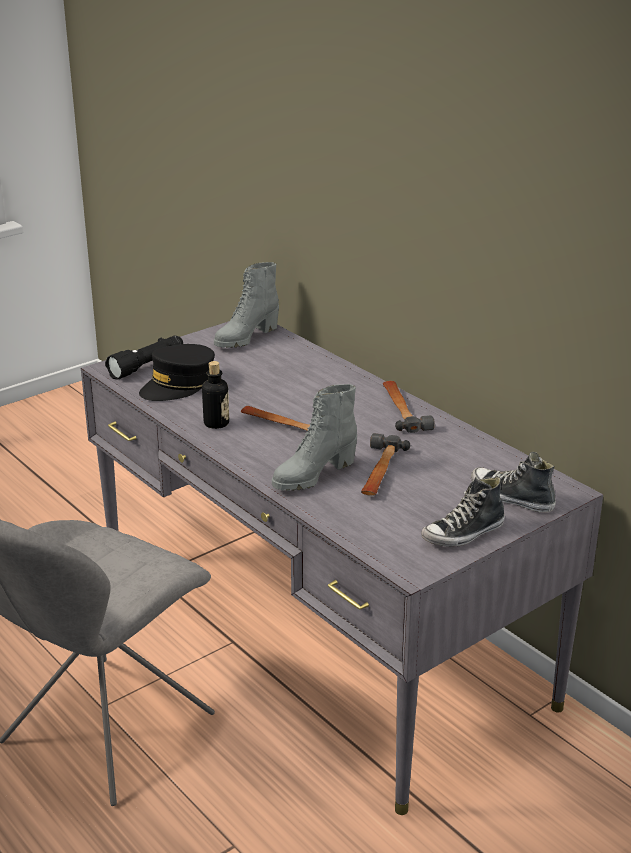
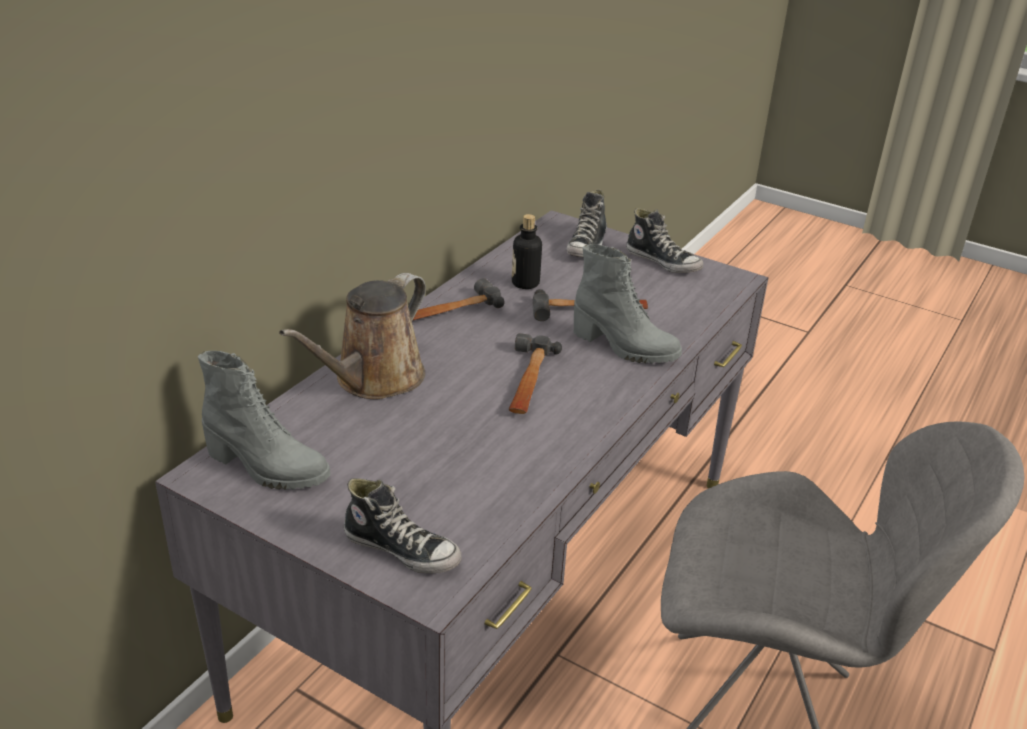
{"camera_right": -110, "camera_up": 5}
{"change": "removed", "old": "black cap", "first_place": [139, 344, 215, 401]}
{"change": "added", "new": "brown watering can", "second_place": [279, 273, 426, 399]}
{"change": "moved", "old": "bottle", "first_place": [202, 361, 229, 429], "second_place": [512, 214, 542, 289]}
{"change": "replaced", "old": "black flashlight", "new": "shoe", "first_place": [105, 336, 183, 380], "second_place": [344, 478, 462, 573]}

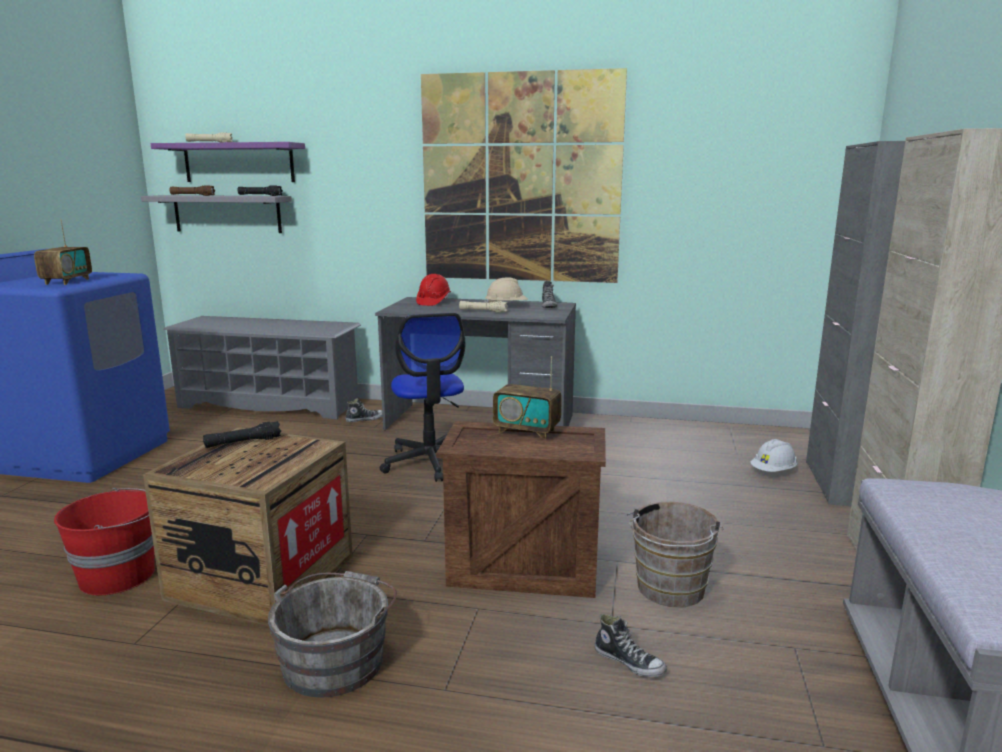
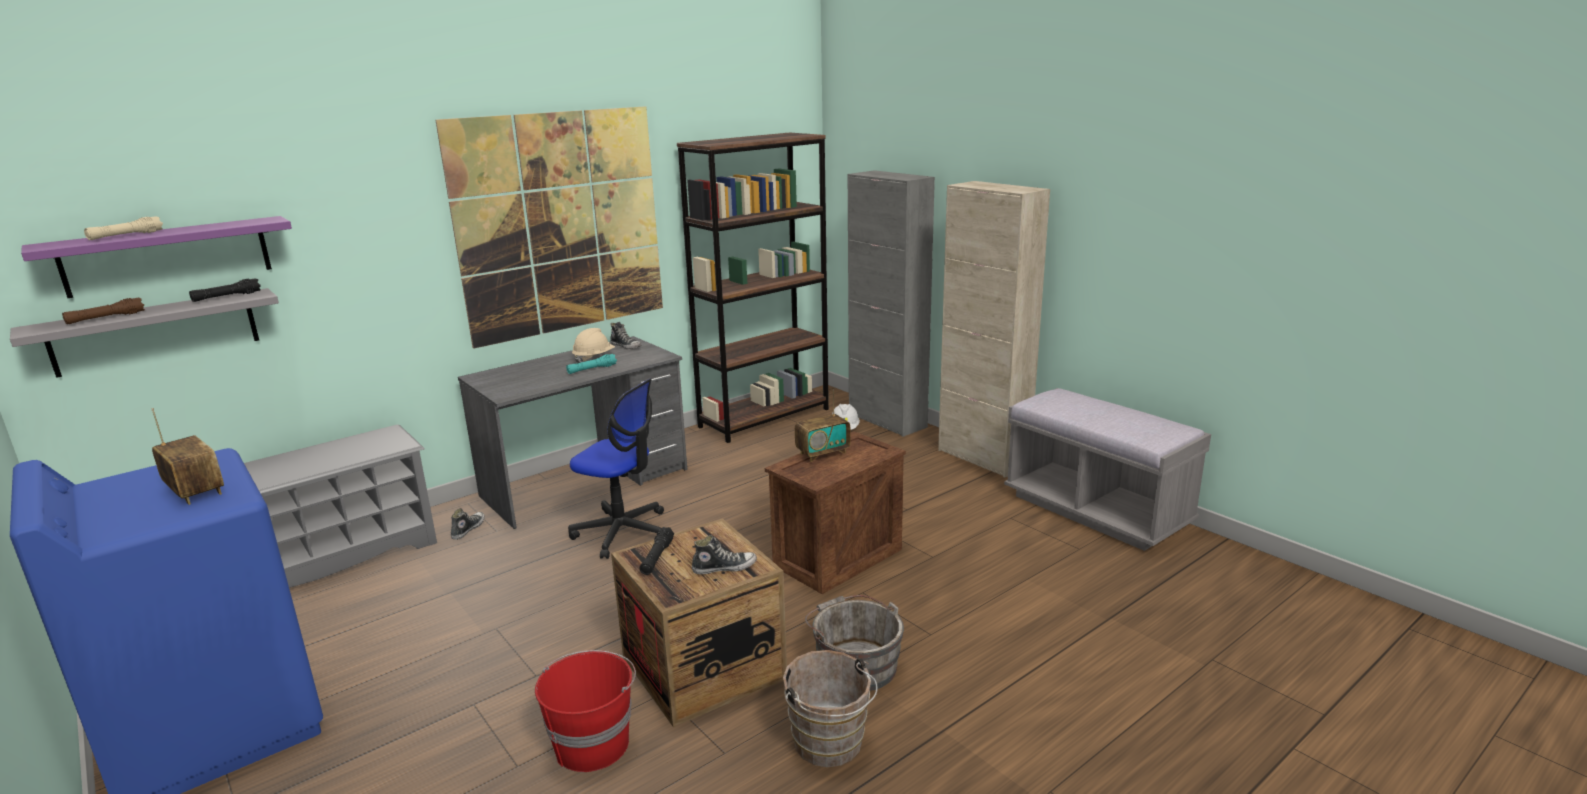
{"camera_right": -50, "camera_up": 5}
{"change": "removed", "old": "red hard hat", "first_place": [416, 274, 451, 306]}
{"change": "added", "new": "brown bookcase", "second_place": [677, 133, 829, 443]}
{"change": "moved", "old": "shoe", "first_place": [595, 614, 667, 677], "second_place": [692, 535, 757, 575]}
{"change": "moved", "old": "brown bucket", "first_place": [627, 502, 723, 607], "second_place": [783, 650, 878, 767]}
{"change": "recoloured", "old": "beige flashlight", "new": "turquoise flashlight", "first_place": [459, 301, 508, 313], "second_place": [566, 354, 617, 374]}

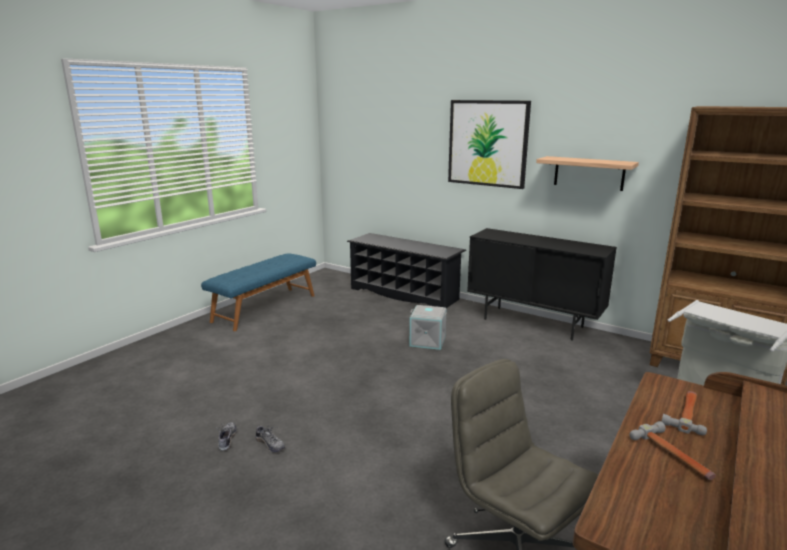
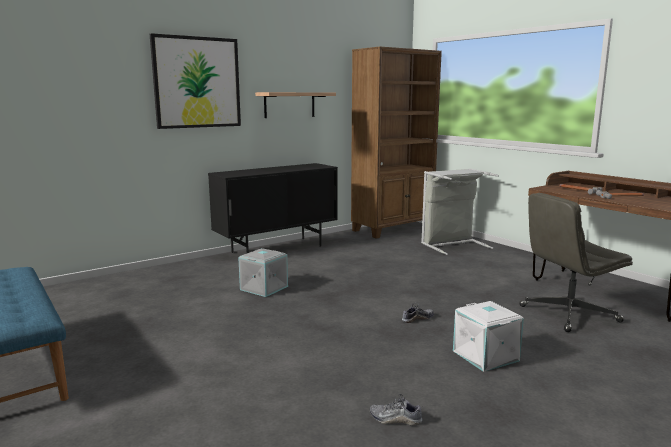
{"camera_right": -70, "camera_up": -5}
{"change": "removed", "old": "black shoe rack", "first_place": [347, 233, 466, 308]}
{"change": "added", "new": "white storage box", "second_place": [453, 301, 524, 372]}
{"change": "moved", "old": "shoe", "first_place": [255, 425, 285, 452], "second_place": [402, 302, 434, 323]}

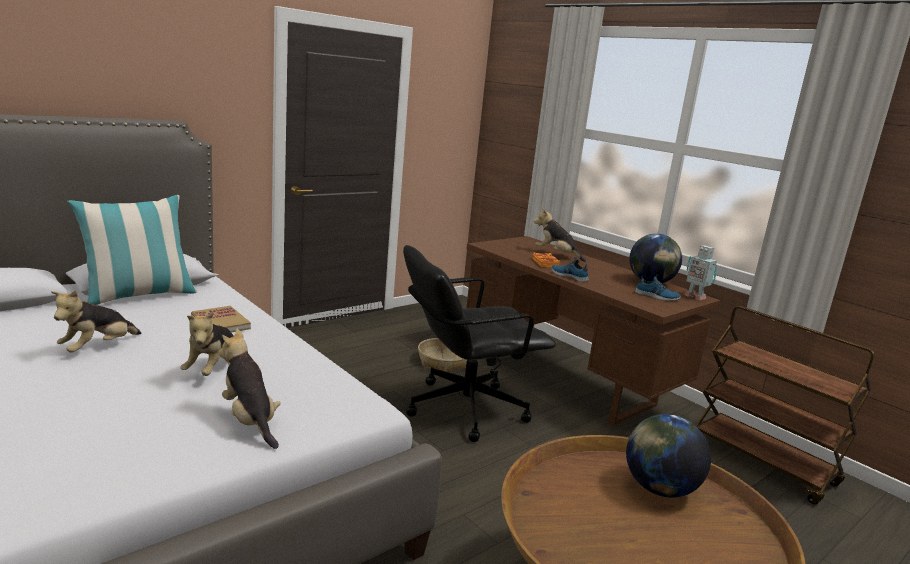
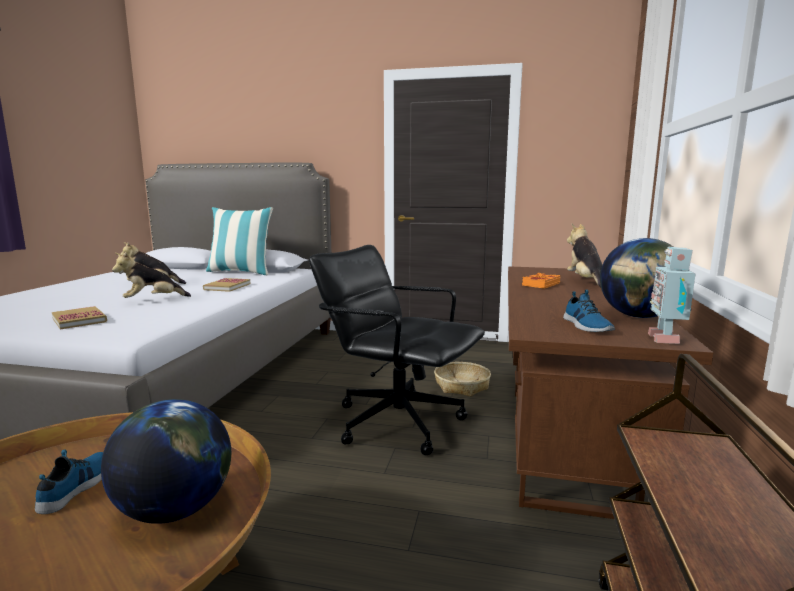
{"camera_right": 55, "camera_up": -5}
{"change": "moved", "old": "shoe", "first_place": [551, 257, 589, 282], "second_place": [35, 450, 103, 514]}
{"change": "replaced", "old": "plush toy", "new": "book", "first_place": [219, 329, 281, 449], "second_place": [52, 306, 107, 329]}

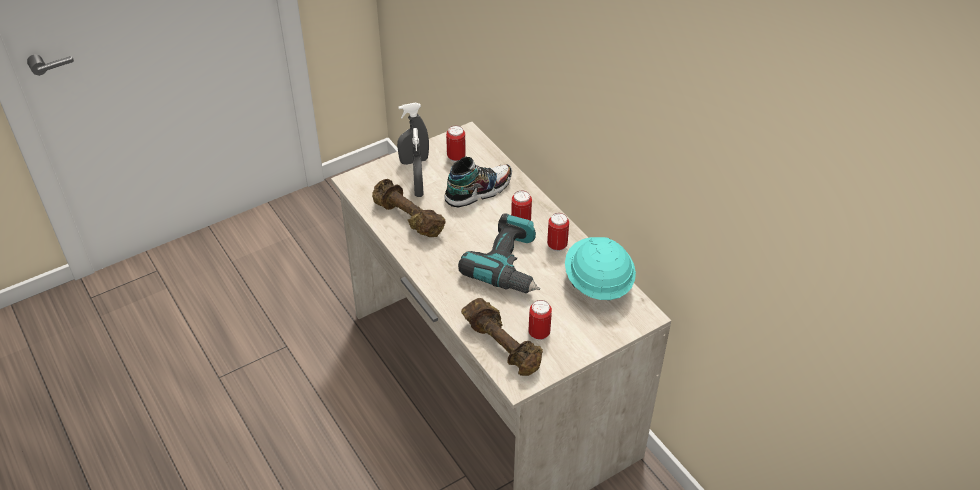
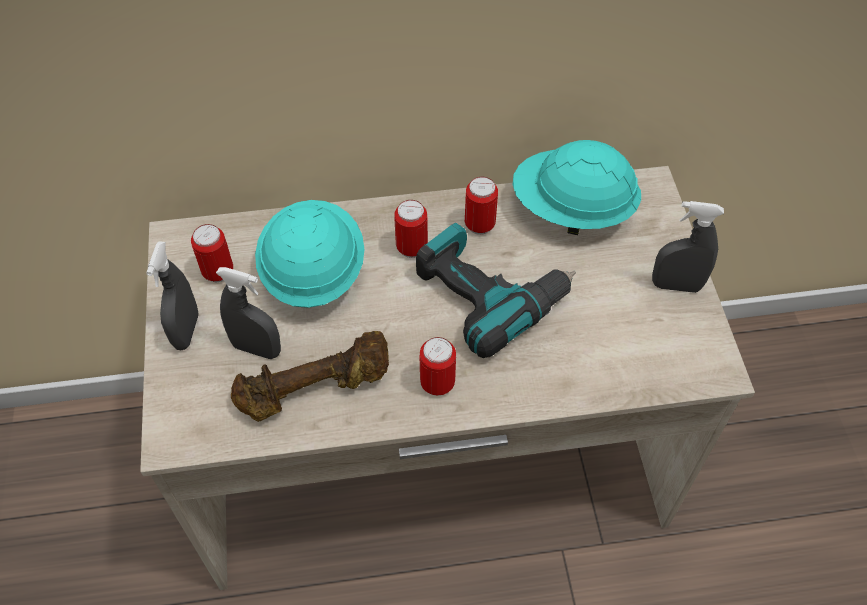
{"camera_right": -65, "camera_up": 10}
{"change": "removed", "old": "brown dumbbell", "first_place": [461, 298, 543, 376]}
{"change": "added", "new": "grey spray bottle", "second_place": [652, 201, 724, 293]}
{"change": "moved", "old": "can", "first_place": [528, 300, 552, 340], "second_place": [420, 337, 456, 396]}
{"change": "replaced", "old": "shoe", "new": "turquoise hard hat", "first_place": [444, 156, 512, 208], "second_place": [255, 200, 364, 308]}

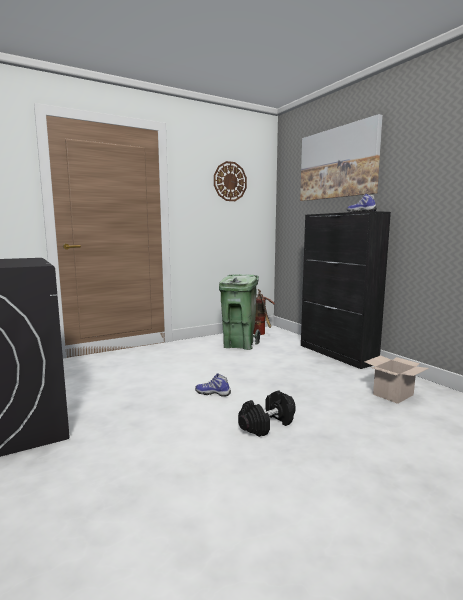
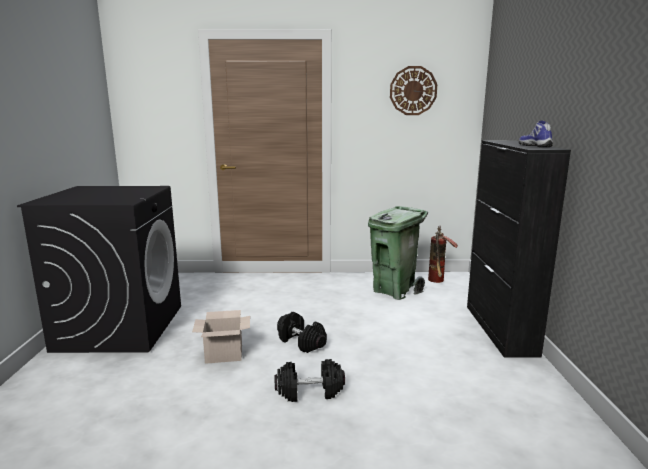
{"camera_right": 30, "camera_up": 5}
{"change": "removed", "old": "picture", "first_place": [300, 114, 383, 201]}
{"change": "moved", "old": "cardboard box", "first_place": [364, 355, 429, 404], "second_place": [192, 310, 250, 364]}
{"change": "replaced", "old": "shoe", "new": "black dumbbell", "first_place": [195, 374, 231, 397], "second_place": [277, 312, 327, 353]}

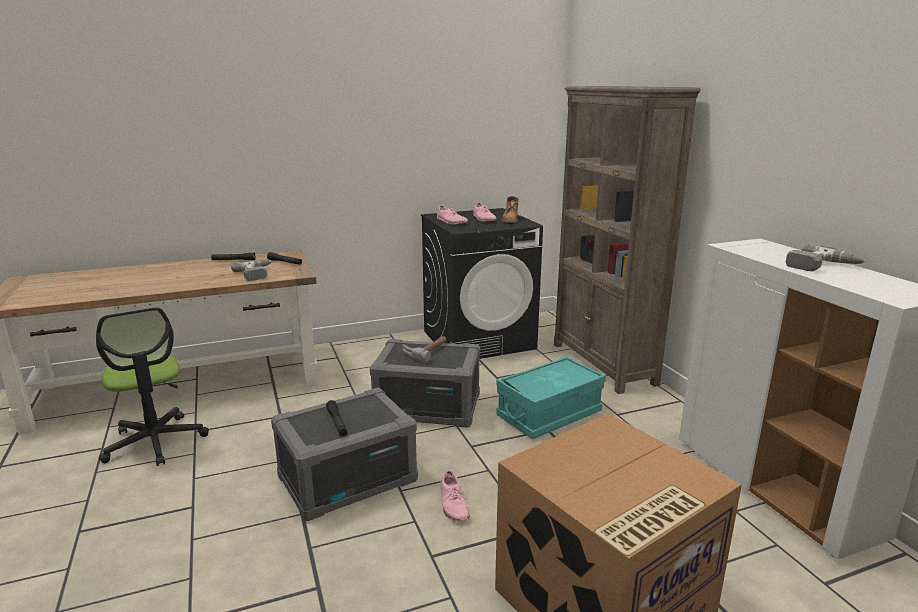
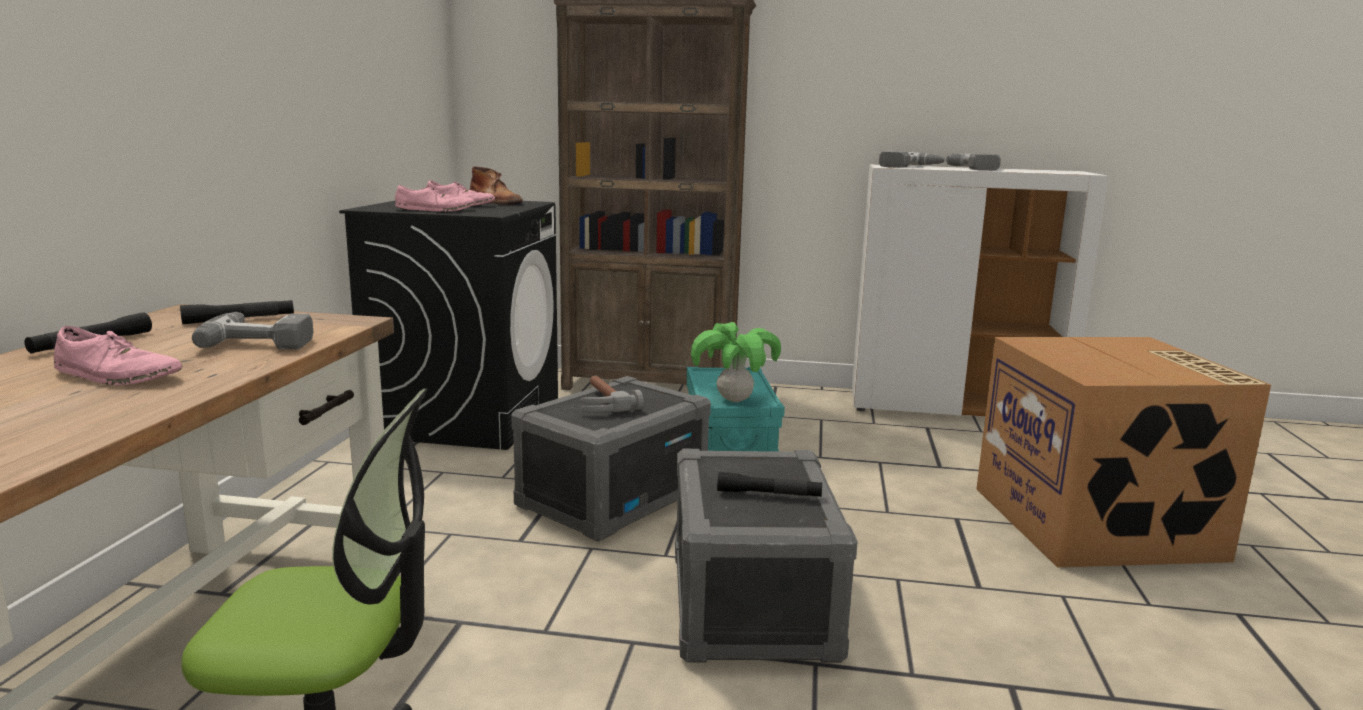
{"camera_right": -60, "camera_up": -5}
{"change": "added", "new": "potted plant", "second_place": [691, 322, 781, 402]}
{"change": "added", "new": "power drill", "second_place": [879, 151, 946, 168]}
{"change": "moved", "old": "pink shoe", "first_place": [440, 470, 470, 521], "second_place": [54, 326, 182, 385]}

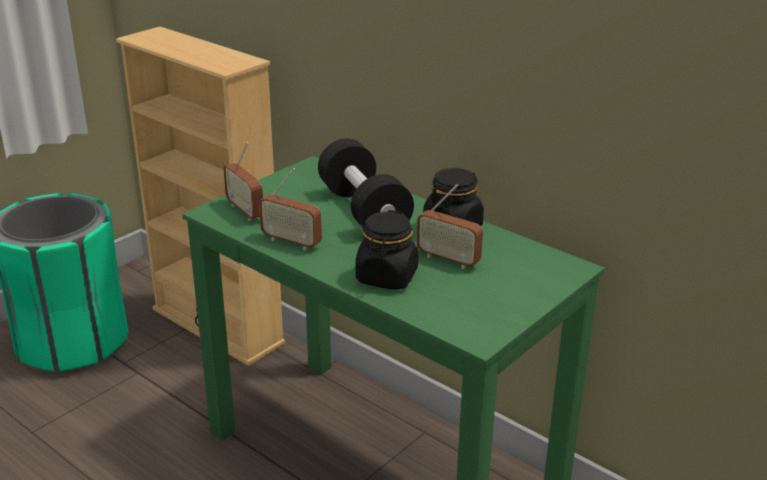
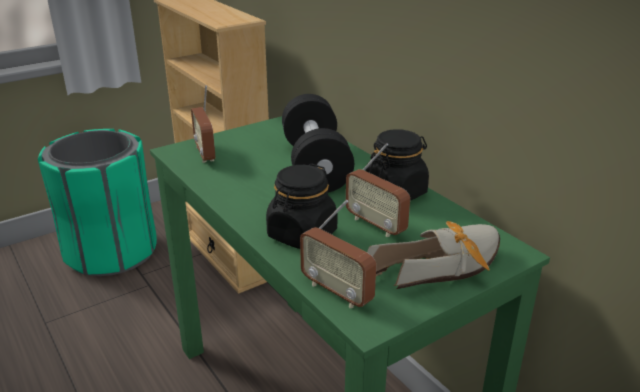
{"camera_right": 15, "camera_up": 0}
{"change": "added", "new": "shoe", "second_place": [367, 221, 500, 289]}
{"change": "moved", "old": "radio", "first_place": [259, 168, 322, 251], "second_place": [300, 200, 377, 308]}

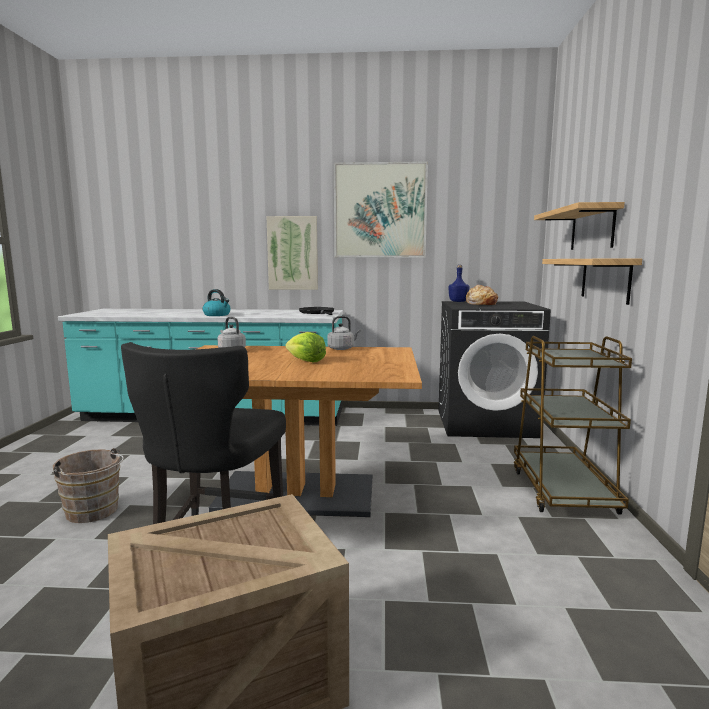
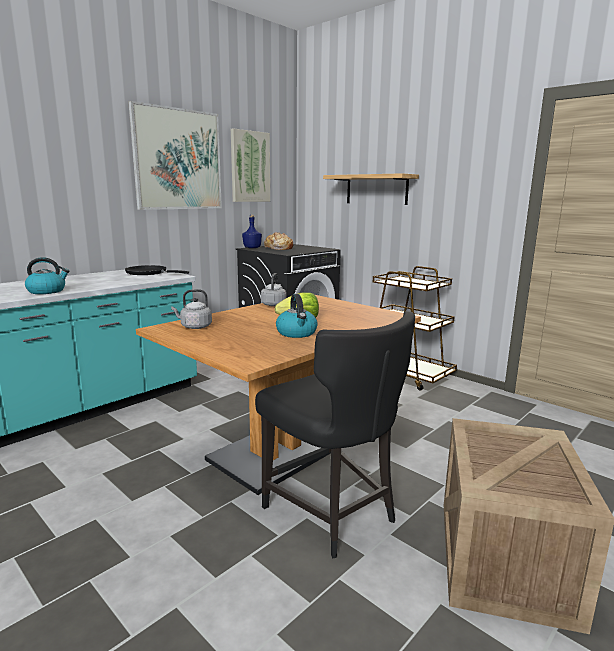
{"camera_right": -50, "camera_up": 5}
{"change": "removed", "old": "brown bucket", "first_place": [52, 448, 124, 523]}
{"change": "removed", "old": "shelf", "first_place": [542, 259, 642, 305]}
{"change": "added", "new": "kettle", "second_place": [276, 294, 318, 338]}
{"change": "moved", "old": "picture", "first_place": [267, 216, 318, 290], "second_place": [231, 128, 270, 202]}

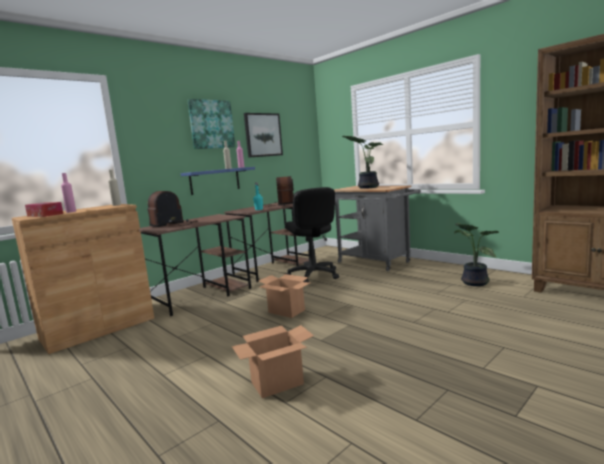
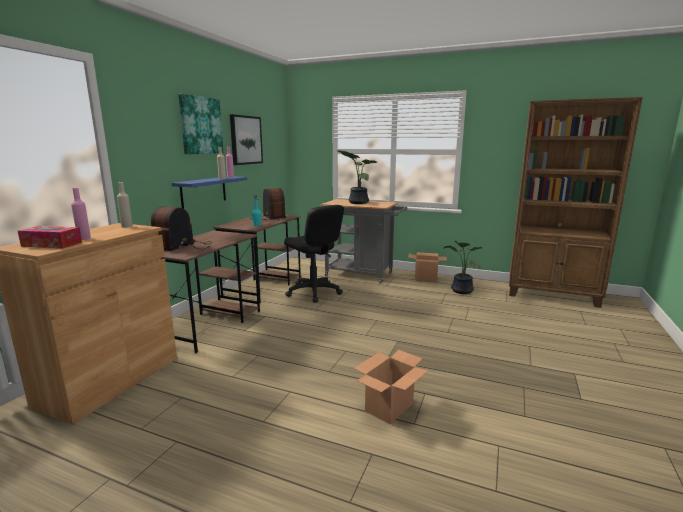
{"camera_right": -25, "camera_up": 5}
{"change": "moved", "old": "cardboard box", "first_place": [259, 274, 310, 318], "second_place": [408, 253, 447, 281]}

